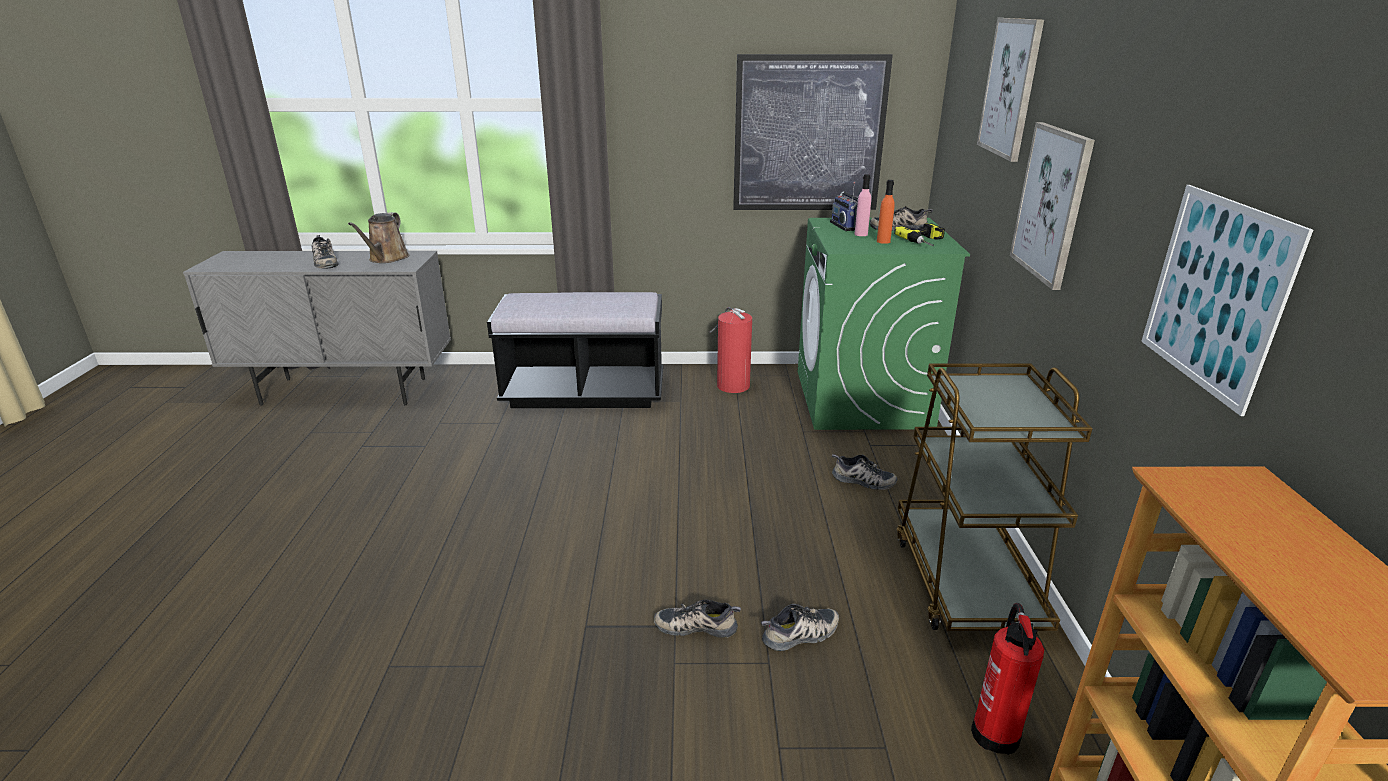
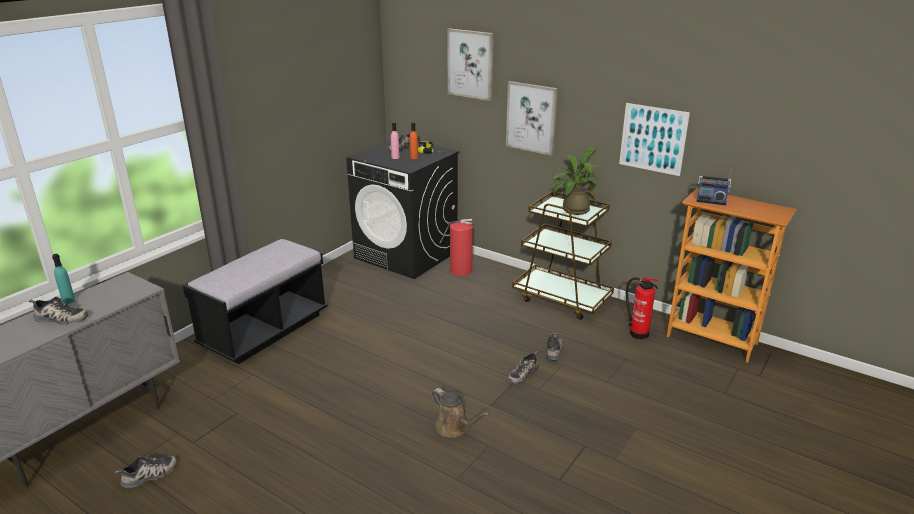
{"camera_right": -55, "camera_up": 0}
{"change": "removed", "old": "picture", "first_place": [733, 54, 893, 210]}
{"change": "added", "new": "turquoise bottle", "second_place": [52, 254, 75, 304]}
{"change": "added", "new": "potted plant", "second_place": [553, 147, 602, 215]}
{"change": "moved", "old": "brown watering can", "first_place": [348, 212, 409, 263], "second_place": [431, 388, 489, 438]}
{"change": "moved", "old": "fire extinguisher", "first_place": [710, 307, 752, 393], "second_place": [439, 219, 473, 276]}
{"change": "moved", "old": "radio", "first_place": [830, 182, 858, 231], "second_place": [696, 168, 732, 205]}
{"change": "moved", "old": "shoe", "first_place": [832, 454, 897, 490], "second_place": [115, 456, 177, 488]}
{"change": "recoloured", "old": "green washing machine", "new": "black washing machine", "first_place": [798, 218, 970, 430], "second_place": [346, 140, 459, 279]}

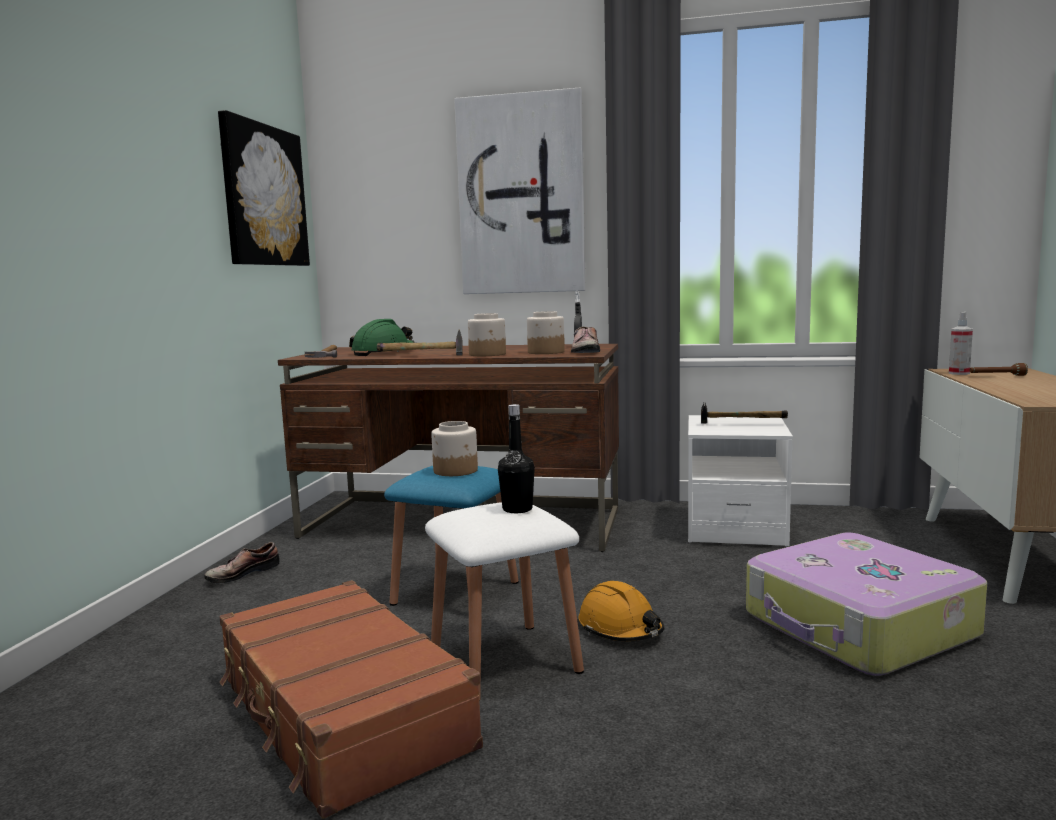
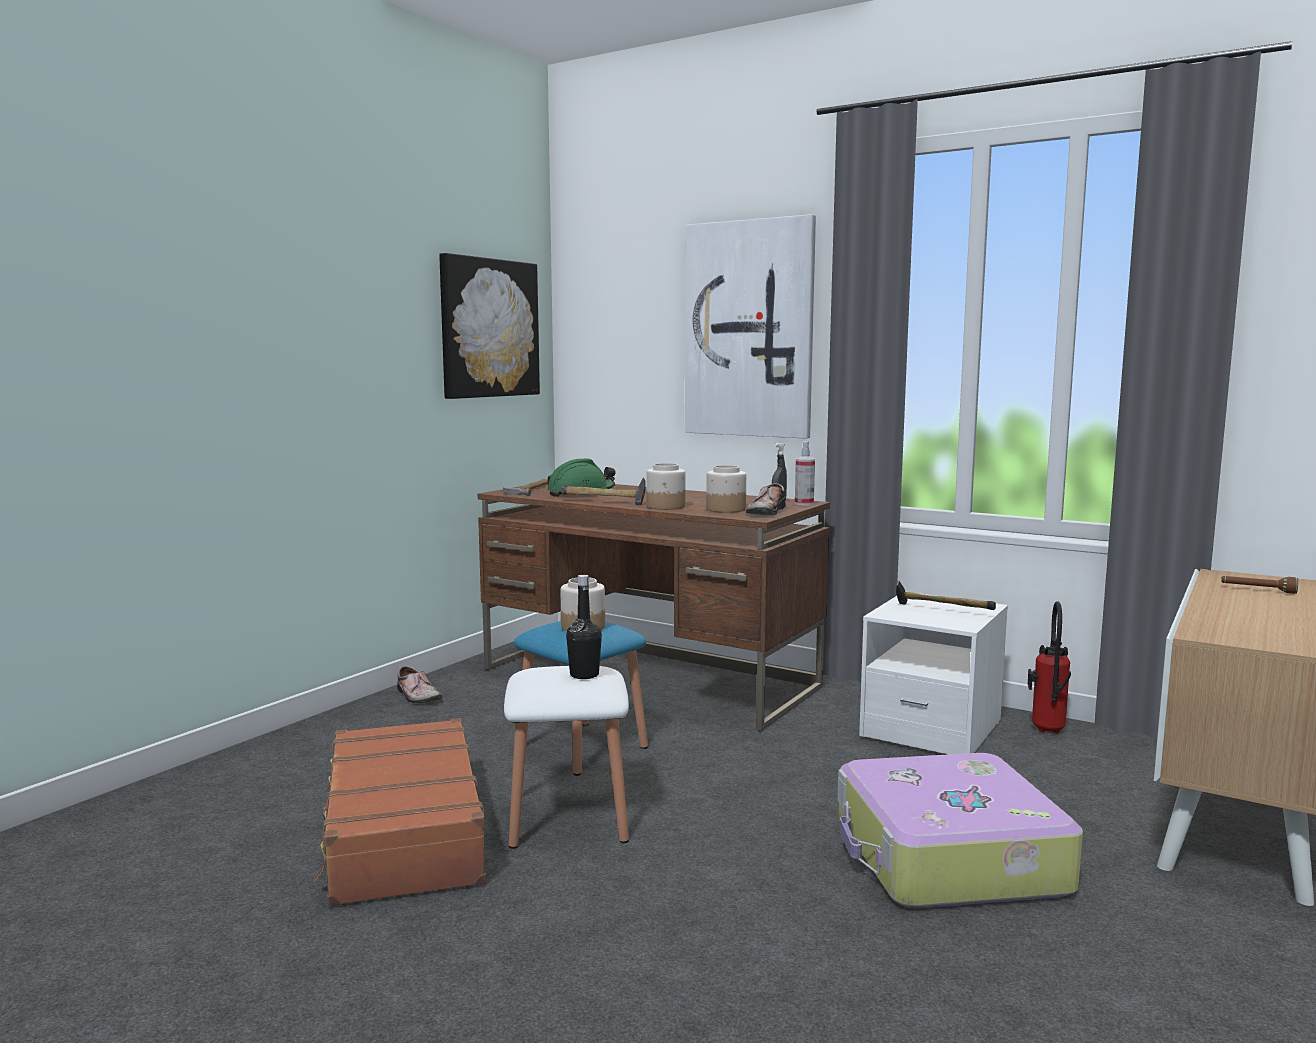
{"camera_right": 20, "camera_up": 0}
{"change": "removed", "old": "orange hard hat", "first_place": [578, 581, 664, 641]}
{"change": "added", "new": "fire extinguisher", "second_place": [1028, 601, 1071, 734]}
{"change": "moved", "old": "spray bottle", "first_place": [949, 312, 973, 375], "second_place": [795, 441, 815, 505]}
{"change": "turned", "old": "shoe", "first_place": [204, 542, 279, 583], "second_place": [397, 666, 442, 703], "degrees": -105}

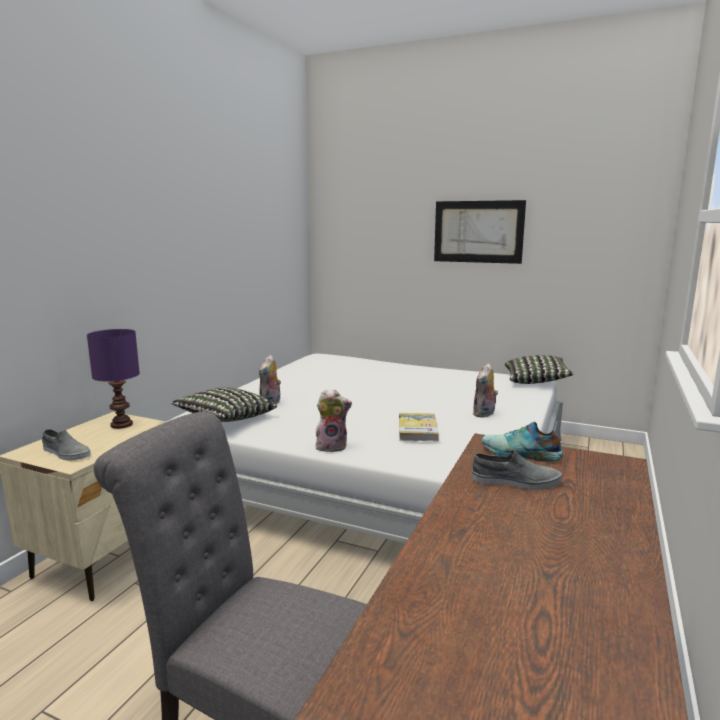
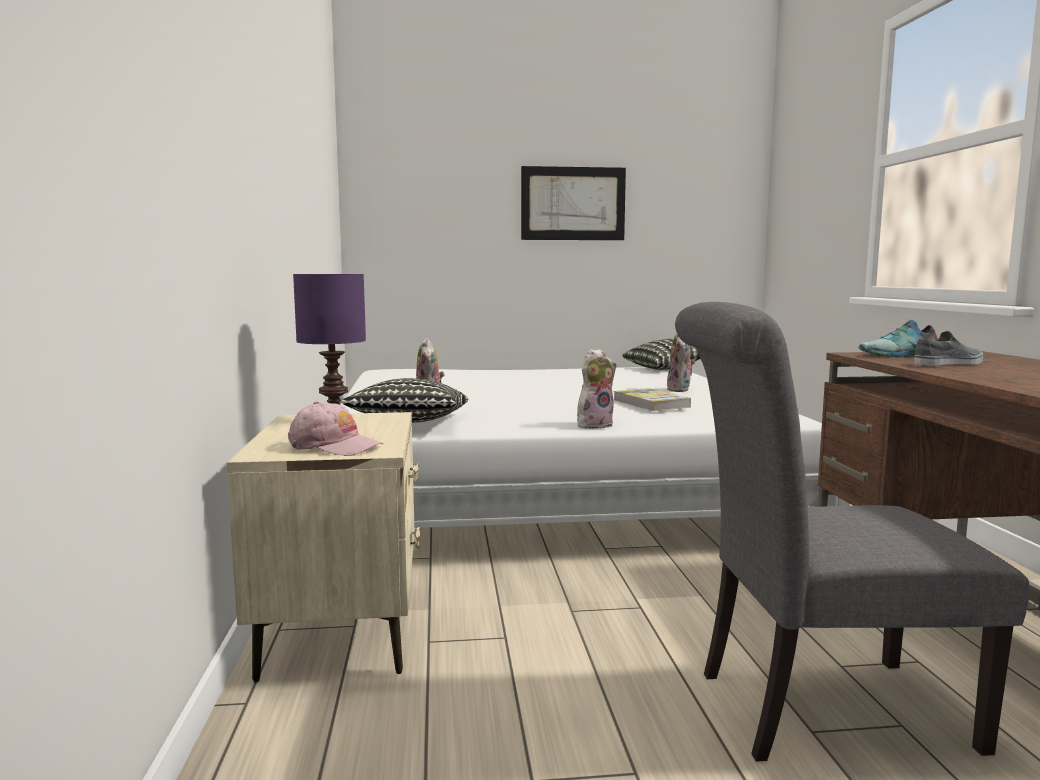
{"camera_right": -30, "camera_up": -5}
{"change": "replaced", "old": "grey shoe", "new": "pink cap", "first_place": [42, 429, 91, 461], "second_place": [288, 401, 384, 456]}

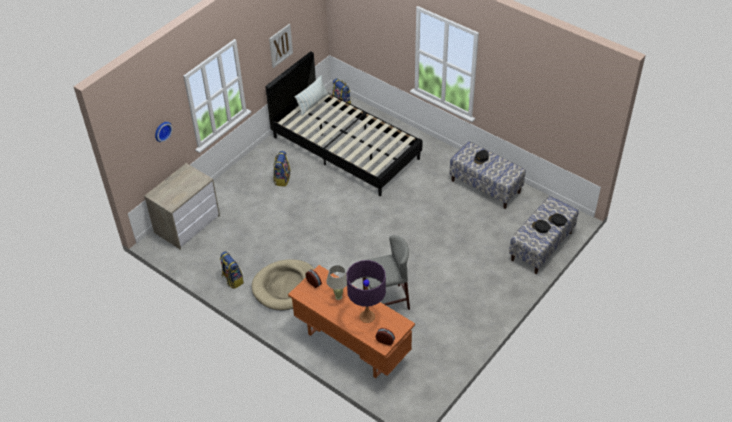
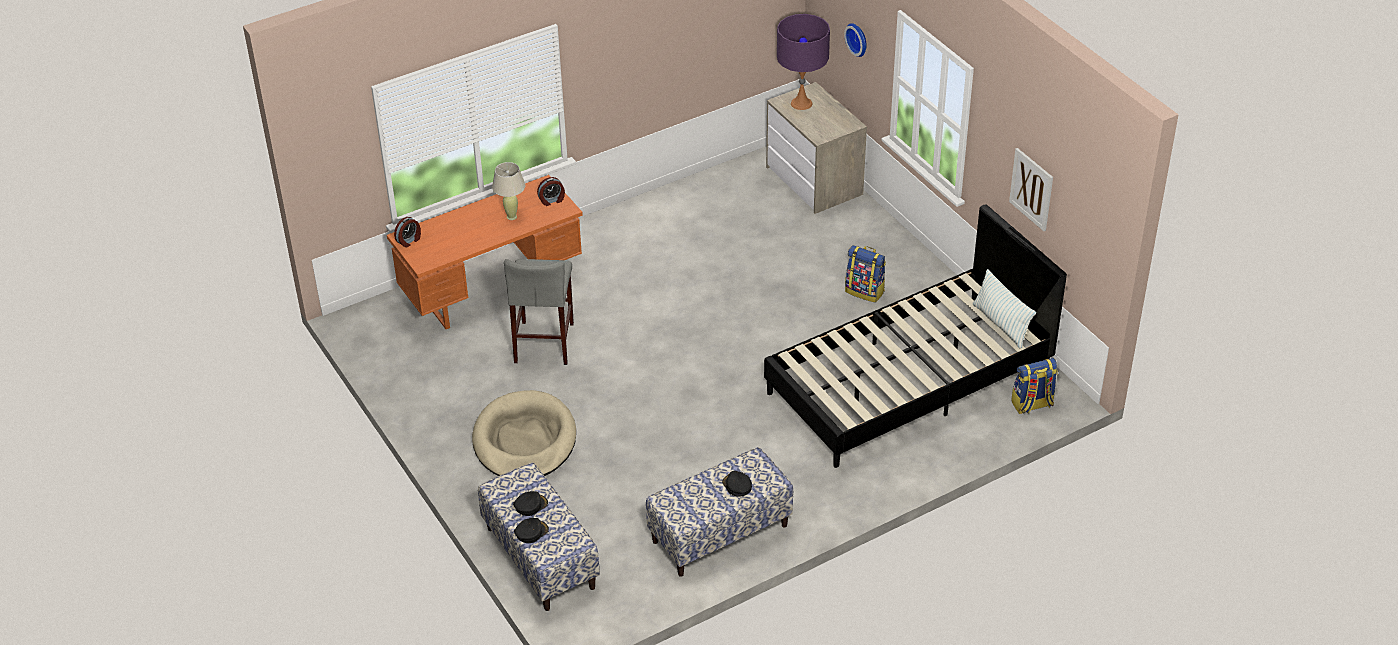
{"camera_right": 110, "camera_up": -5}
{"change": "removed", "old": "backpack", "first_place": [220, 251, 244, 289]}
{"change": "moved", "old": "beige dog bed", "first_place": [252, 259, 315, 310], "second_place": [472, 390, 576, 476]}
{"change": "moved", "old": "purple table lamp", "first_place": [347, 260, 386, 323], "second_place": [777, 14, 830, 110]}

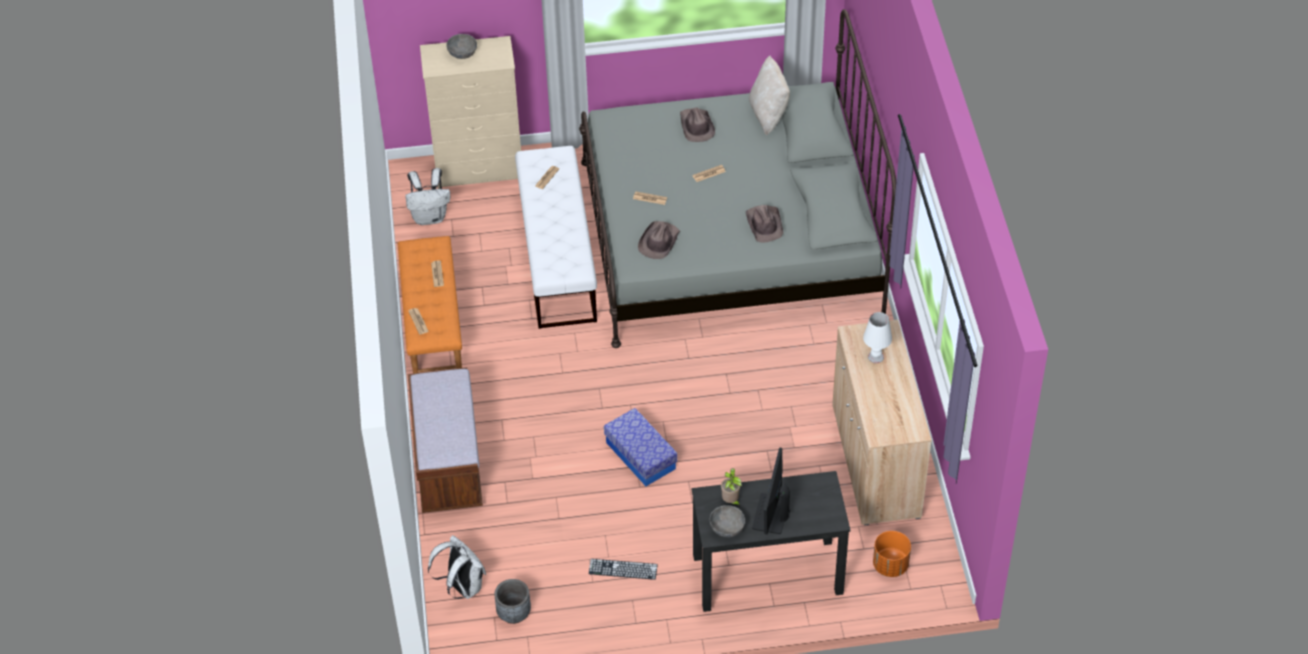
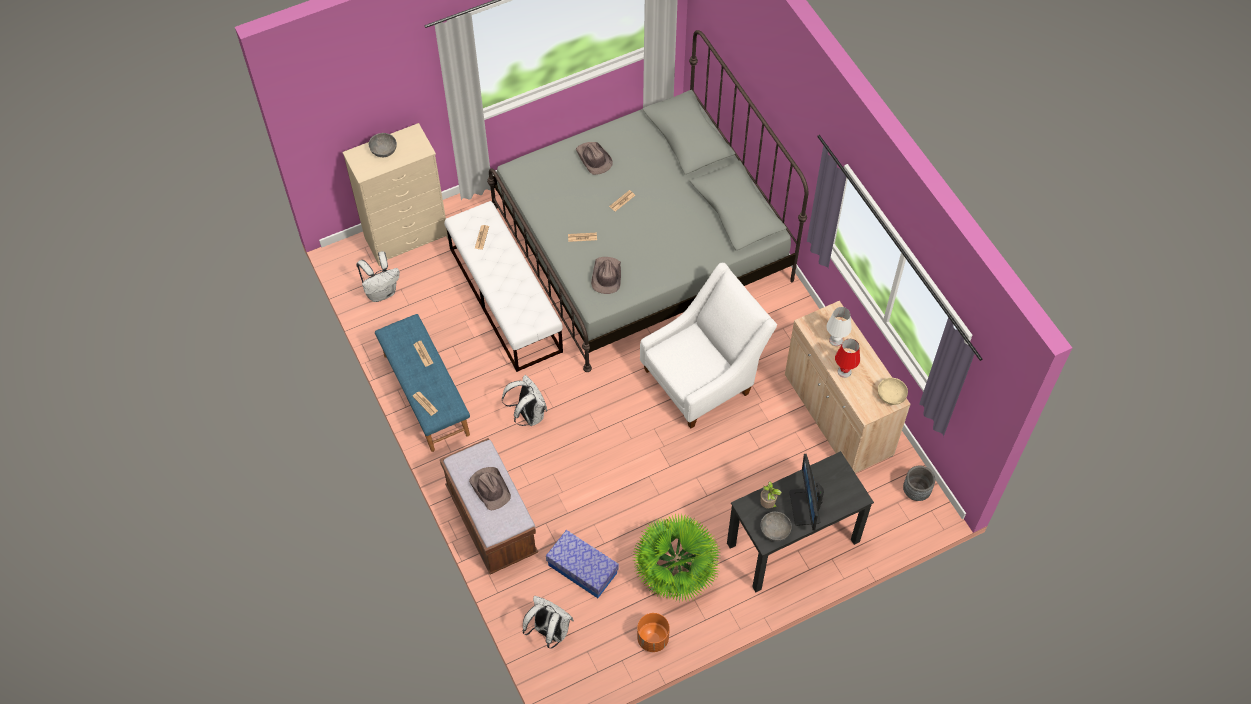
{"camera_right": -20, "camera_up": 10}
{"change": "removed", "old": "beige pillow", "first_place": [749, 56, 790, 136]}
{"change": "added", "new": "white backpack", "second_place": [502, 375, 547, 426]}
{"change": "added", "new": "white armchair", "second_place": [640, 263, 777, 428]}
{"change": "added", "new": "red table lamp", "second_place": [835, 339, 860, 378]}
{"change": "added", "new": "beige bowl", "second_place": [878, 378, 908, 405]}
{"change": "moved", "old": "grey planter", "first_place": [494, 579, 531, 624], "second_place": [903, 466, 935, 501]}
{"change": "moved", "old": "storage box", "first_place": [604, 408, 677, 486], "second_place": [546, 530, 619, 598]}
{"change": "moved", "old": "brown hat", "first_place": [746, 205, 783, 242], "second_place": [469, 467, 511, 510]}
{"change": "moved", "old": "orange planter", "first_place": [873, 531, 911, 577], "second_place": [637, 613, 670, 652]}
{"change": "replaced", "old": "keyboard", "new": "potted plant", "first_place": [589, 559, 658, 580], "second_place": [632, 513, 720, 602]}
{"change": "recoloured", "old": "orange bench", "new": "blue bench", "first_place": [398, 236, 462, 374], "second_place": [375, 314, 470, 452]}

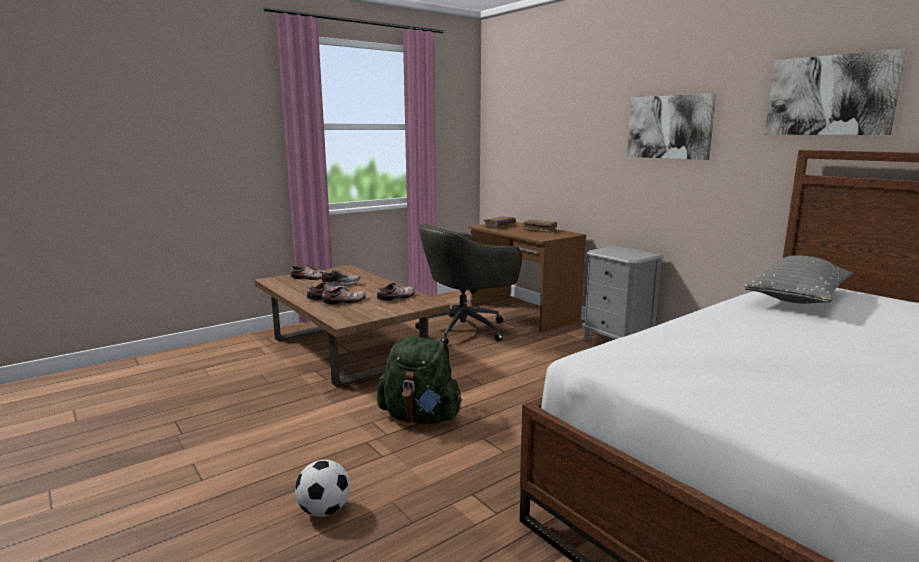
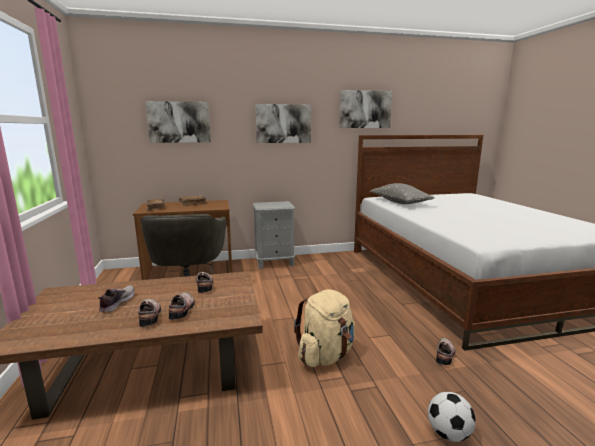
{"camera_right": -65, "camera_up": 0}
{"change": "added", "new": "picture", "second_place": [145, 101, 211, 143]}
{"change": "moved", "old": "shoe", "first_place": [290, 265, 329, 280], "second_place": [436, 338, 455, 365]}
{"change": "recoloured", "old": "green backpack", "new": "beige backpack", "first_place": [377, 337, 462, 424], "second_place": [294, 289, 355, 367]}

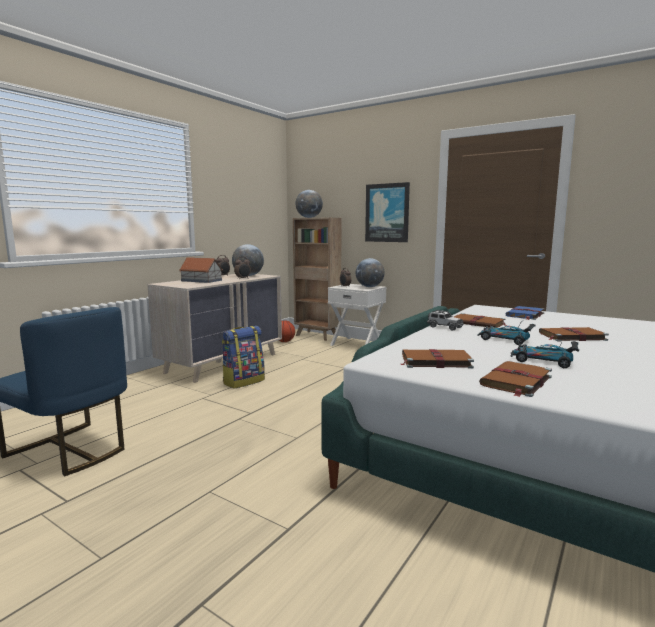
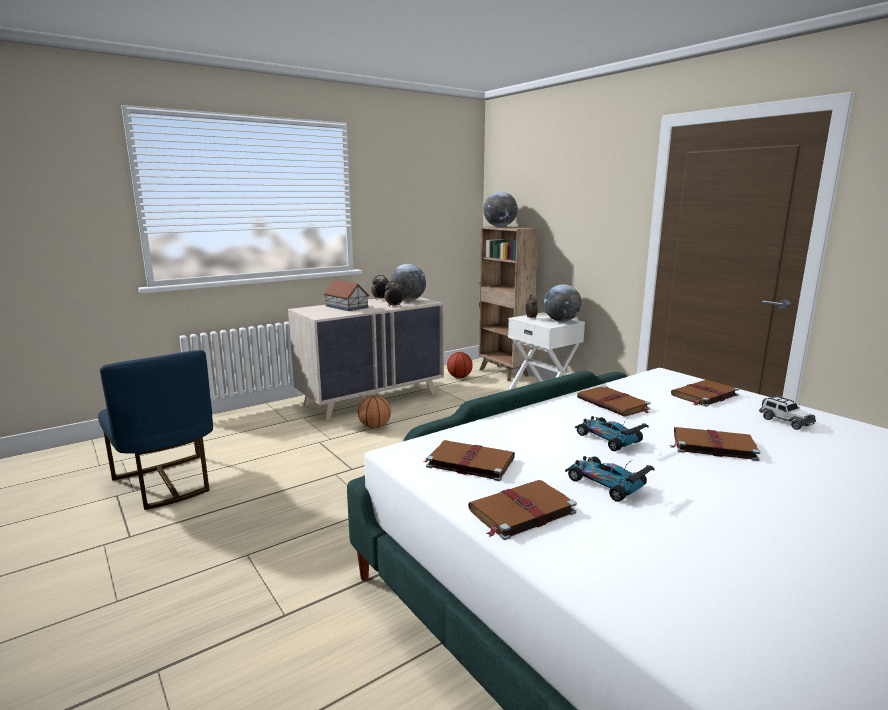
{"camera_right": 20, "camera_up": 5}
{"change": "removed", "old": "picture", "first_place": [365, 182, 410, 242]}
{"change": "moved", "old": "toy car", "first_place": [427, 310, 464, 331], "second_place": [759, 395, 816, 430]}
{"change": "replaced", "old": "backpack", "new": "basketball", "first_place": [222, 326, 265, 389], "second_place": [358, 395, 391, 429]}
{"change": "recoloured", "old": "blue book", "new": "brown book", "first_place": [506, 306, 545, 320], "second_place": [671, 380, 739, 407]}

